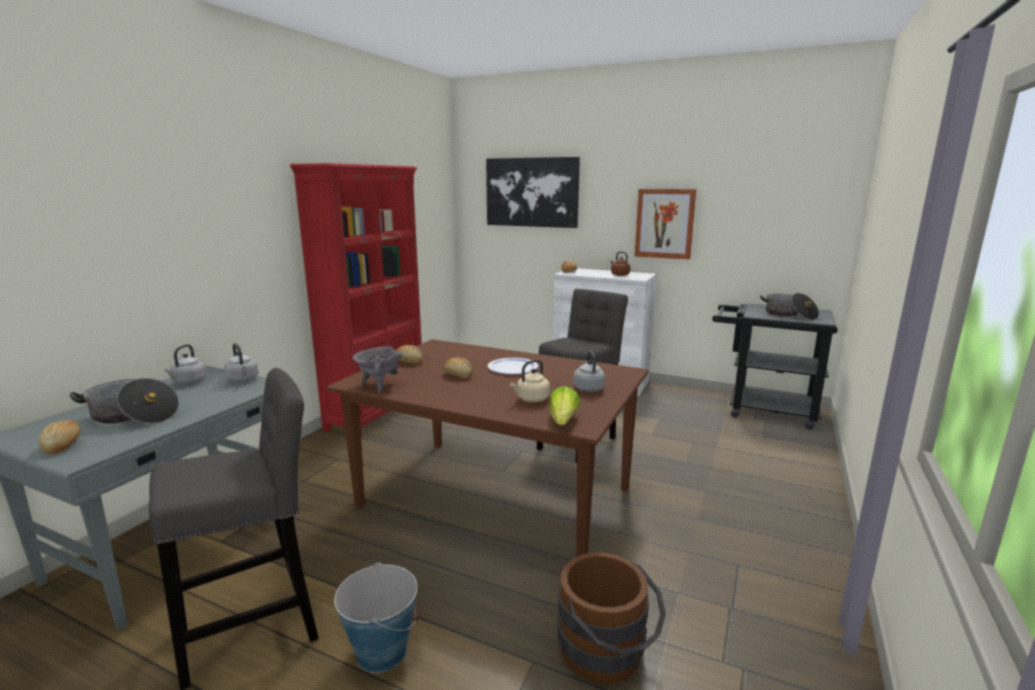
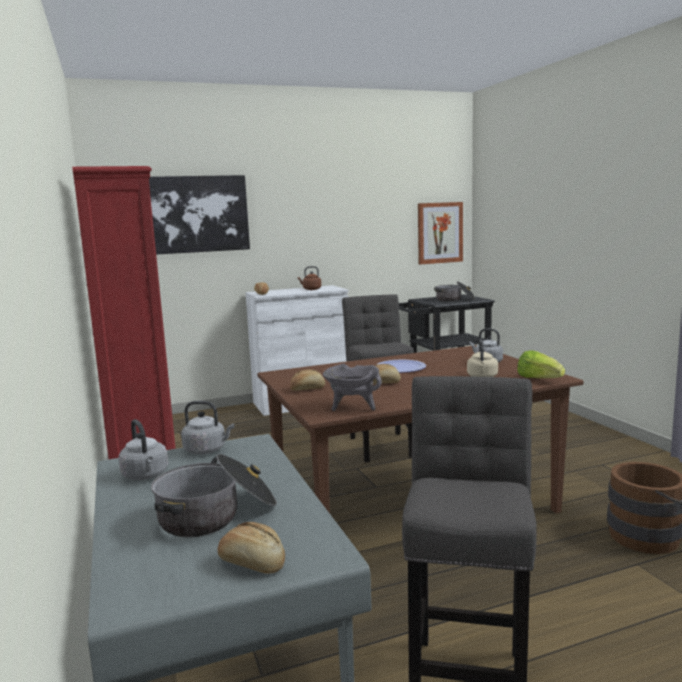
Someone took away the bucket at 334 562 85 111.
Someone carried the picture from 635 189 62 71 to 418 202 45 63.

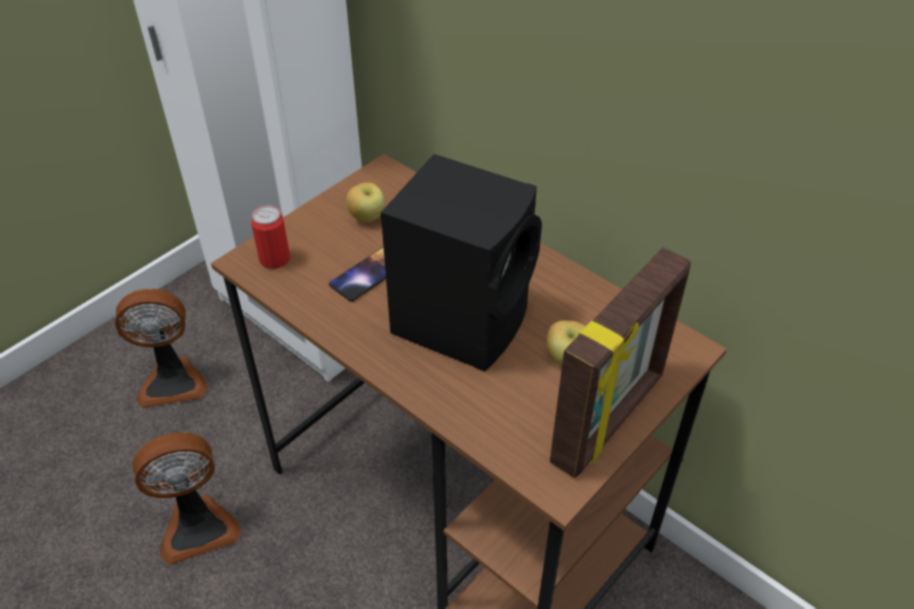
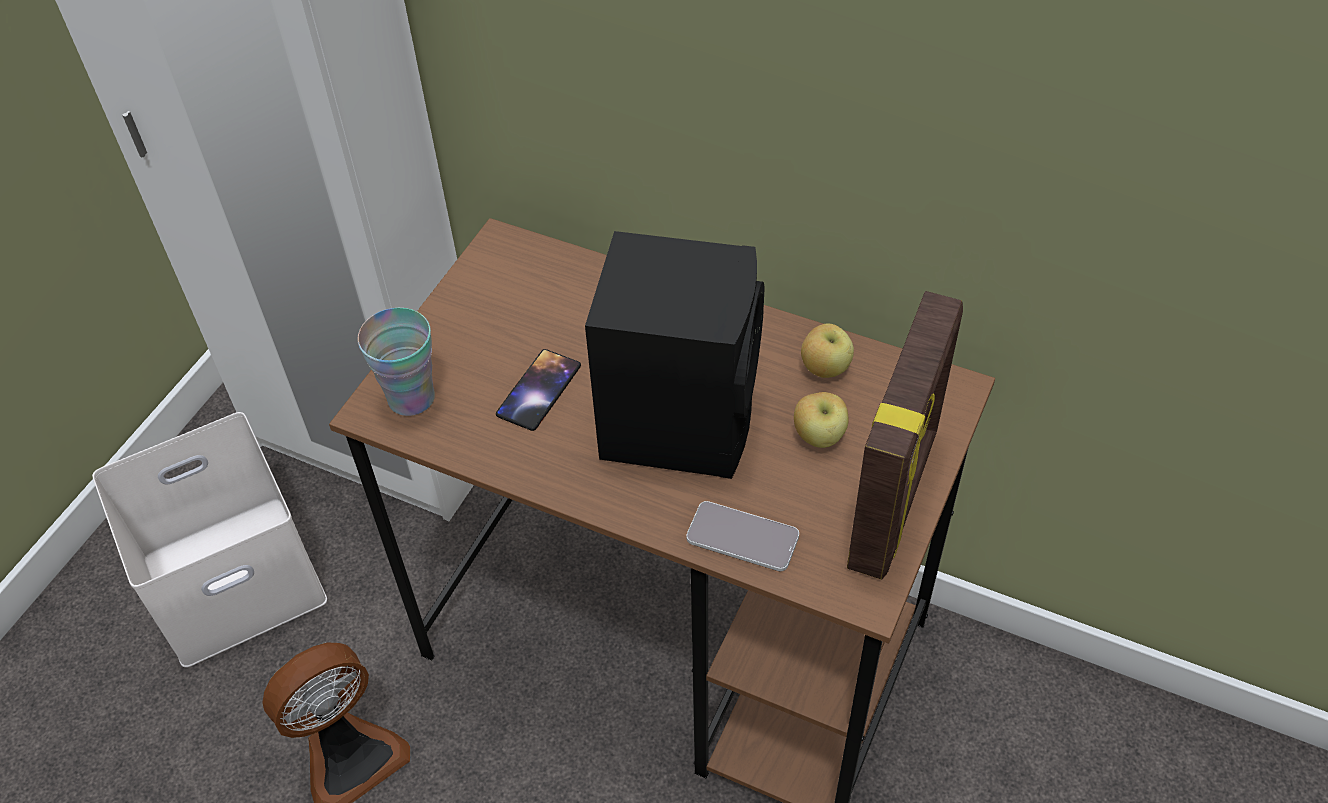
Someone swapped the fan at 115 289 93 119 for the white storage box at 92 412 235 256.
Someone swapped the can at 251 205 39 64 for the cup at 358 308 77 108.
Someone carried the apple from 346 183 39 39 to 801 323 53 55.
Someone put down the phone at 687 501 112 70.

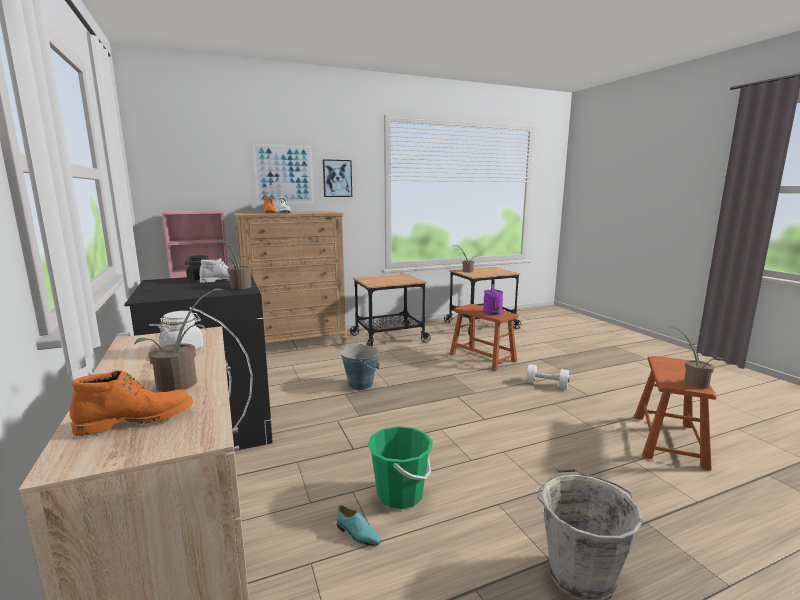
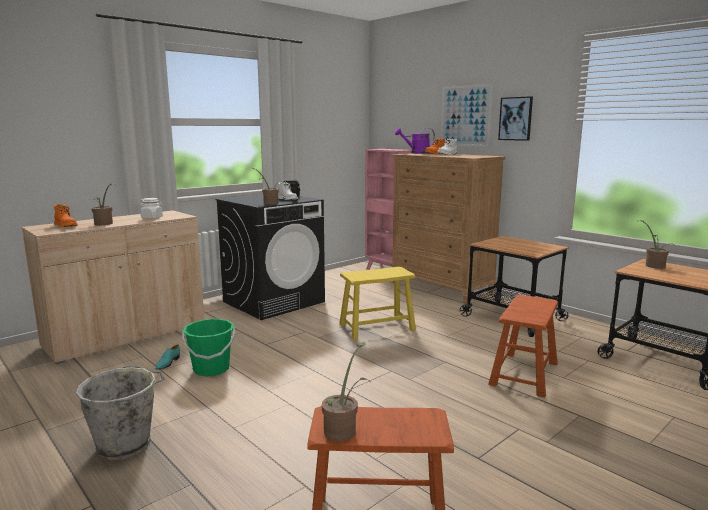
Someone swapped the bucket at 341 344 38 46 for the yellow stool at 339 267 77 73.
Someone carried the purple watering can from 483 284 20 31 to 395 128 40 26.
Someone took away the white dumbbell at 527 364 43 25.

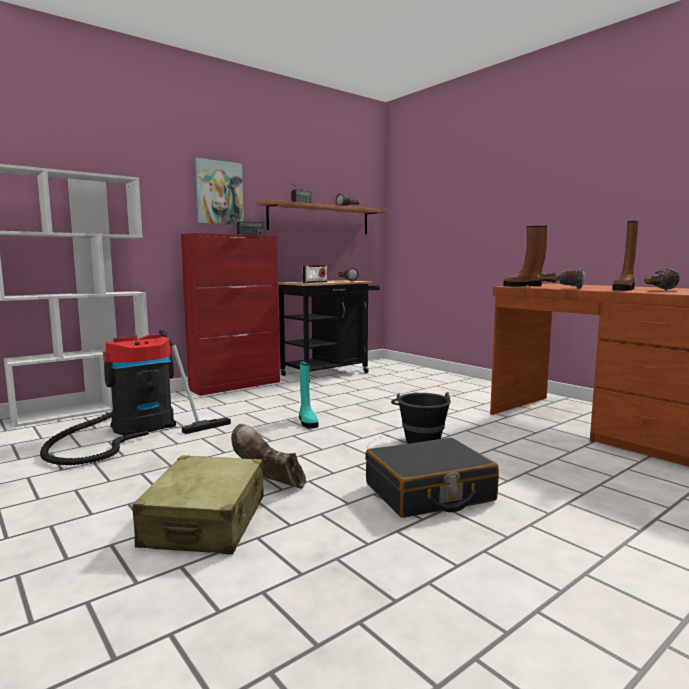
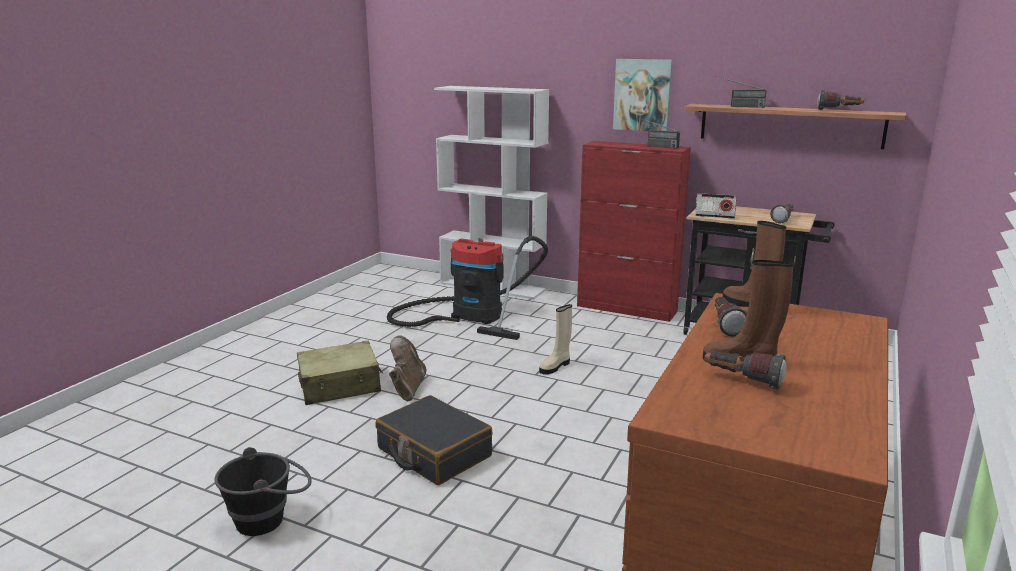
Someone repainted the turquoise boot at 299 360 19 69, which became the beige boot at 539 304 33 71.
Someone carried the black bucket from 391 392 60 52 to 214 447 98 89.

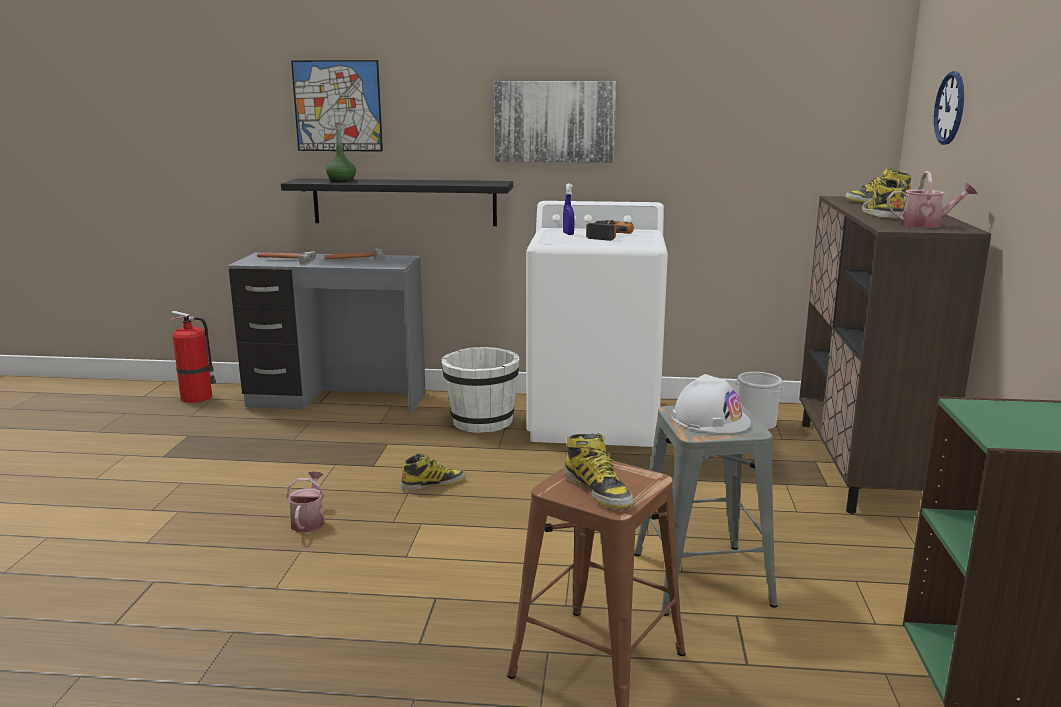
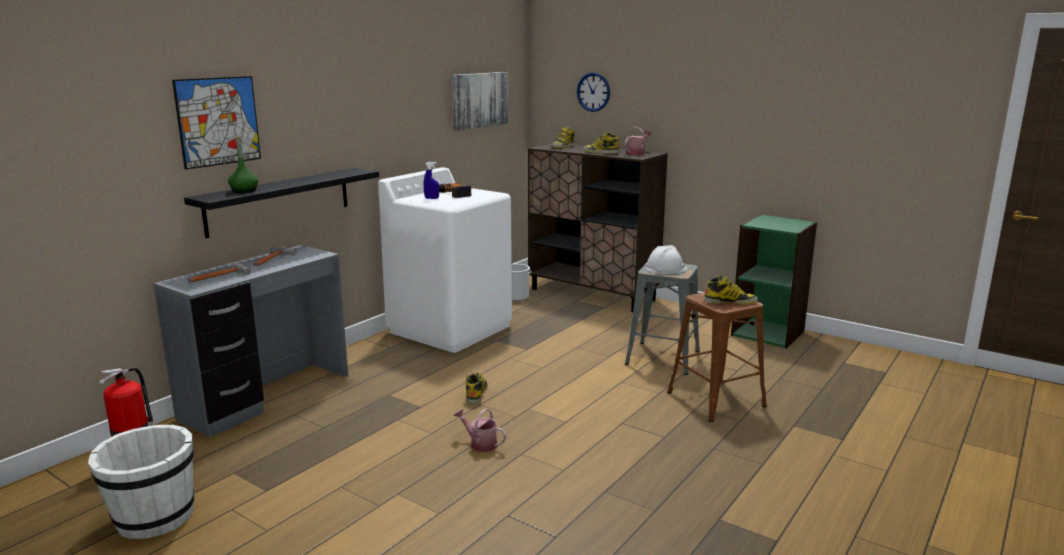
Someone carried the white bucket from 441 347 79 86 to 88 424 106 115.
Someone carried the picture from 494 81 122 81 to 452 72 56 59.

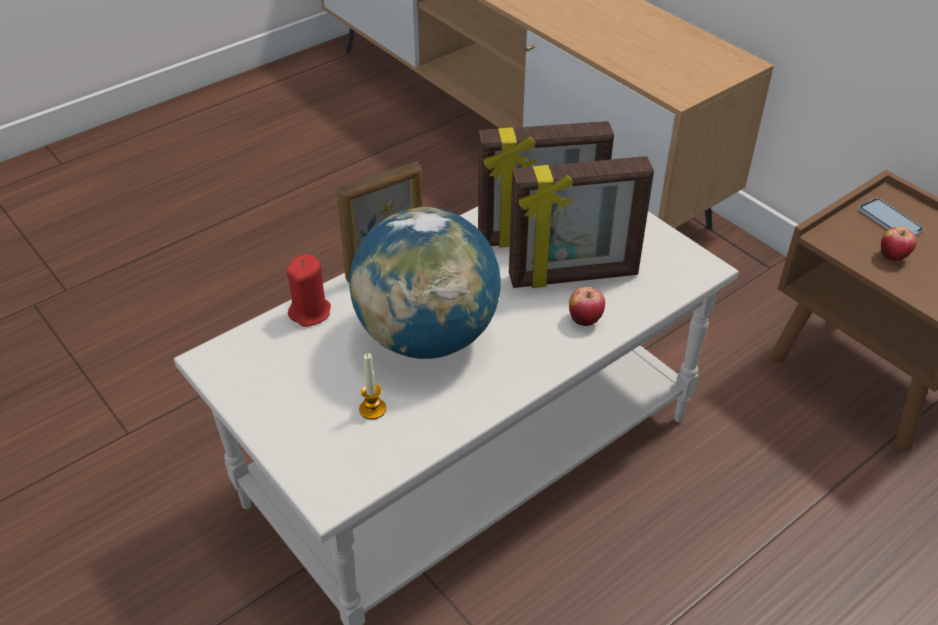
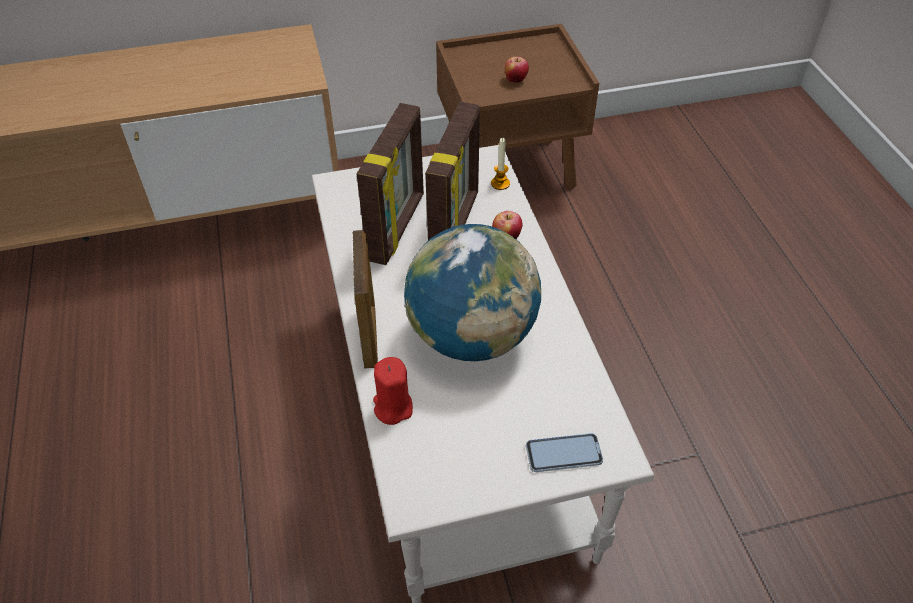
Someone carried the candle from 359 353 27 67 to 491 138 19 52.
Someone carried the phone from 858 198 66 38 to 526 433 77 39.

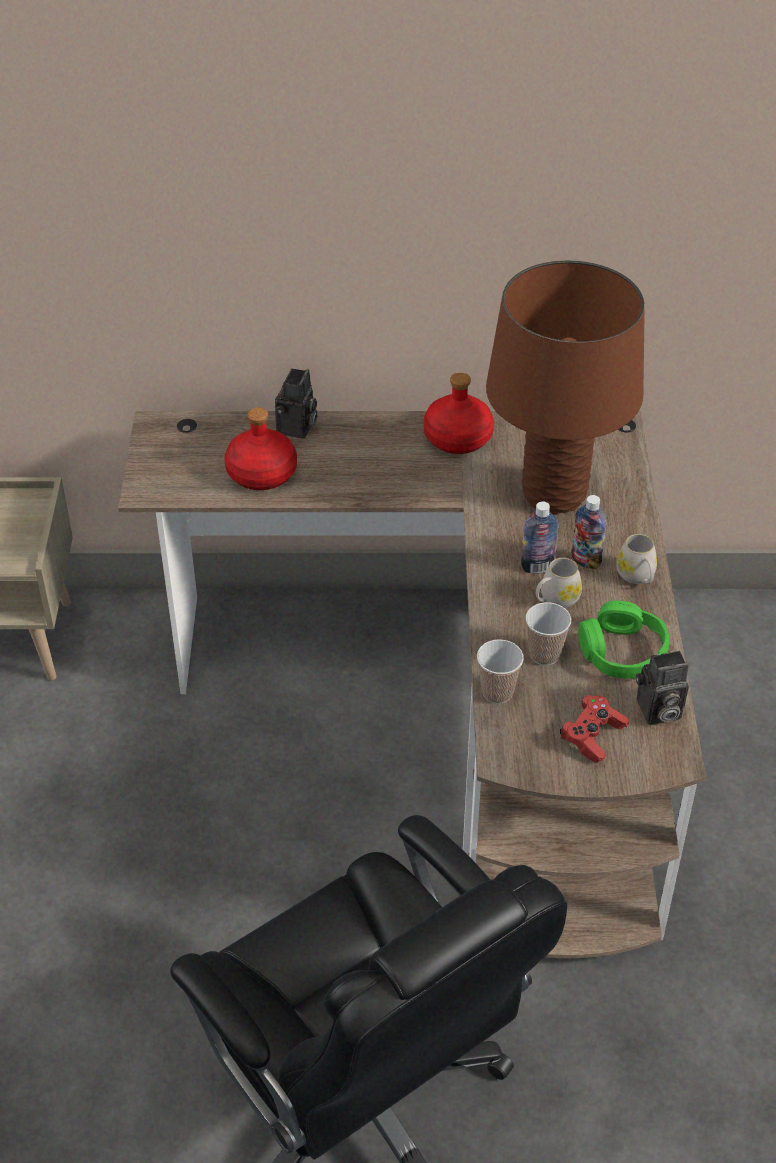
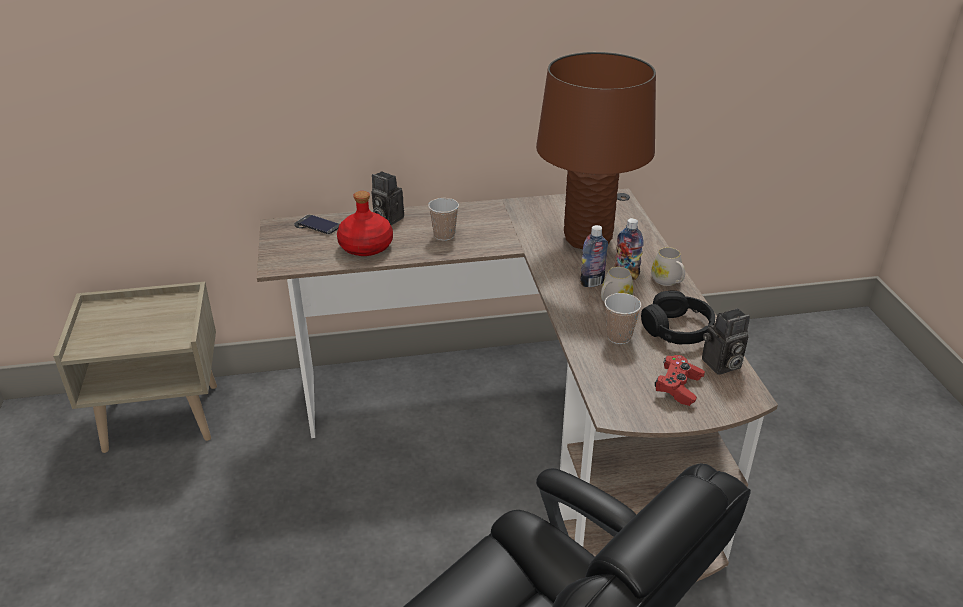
Someone rotated the photo camera at 275 368 42 71 by 120 degrees clockwise.
Someone took away the red bottle at 423 373 71 81.
Someone carried the cup from 477 639 47 65 to 428 198 31 43.
Someone repainted the green headphones at 578 601 91 78, which became the black headphones at 641 291 74 54.
Someone put down the phone at 297 214 43 20.

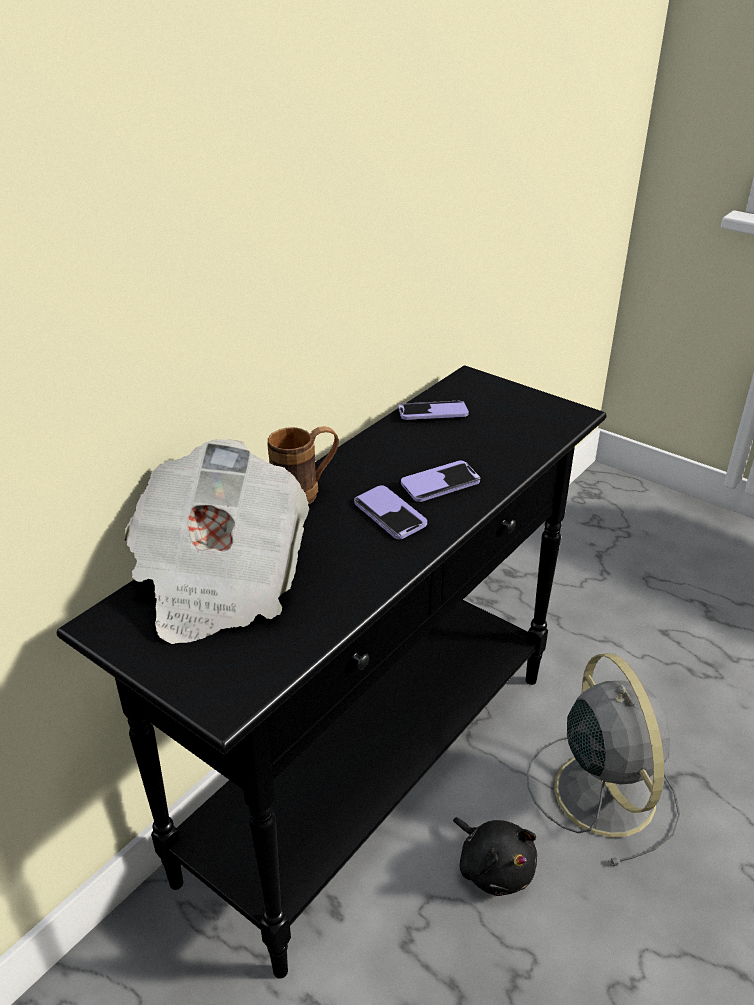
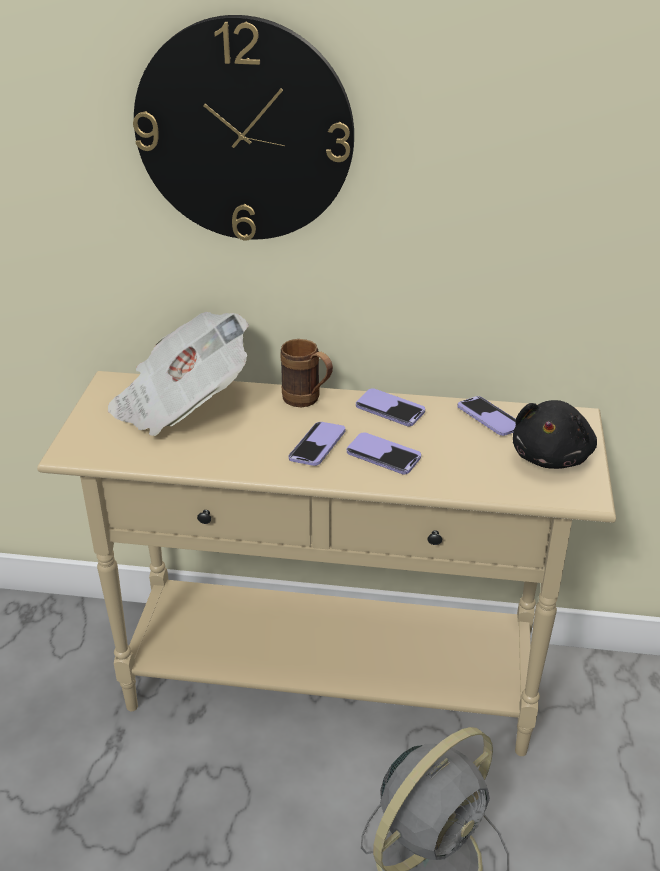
Someone repainted the black console table at 57 365 550 614, which became the beige console table at 37 371 579 385.
Someone carried the black plush toy from 453 817 84 79 to 513 400 84 69.
Someone put up the wall clock at 133 15 221 226.
Someone put down the phone at 356 388 69 38.

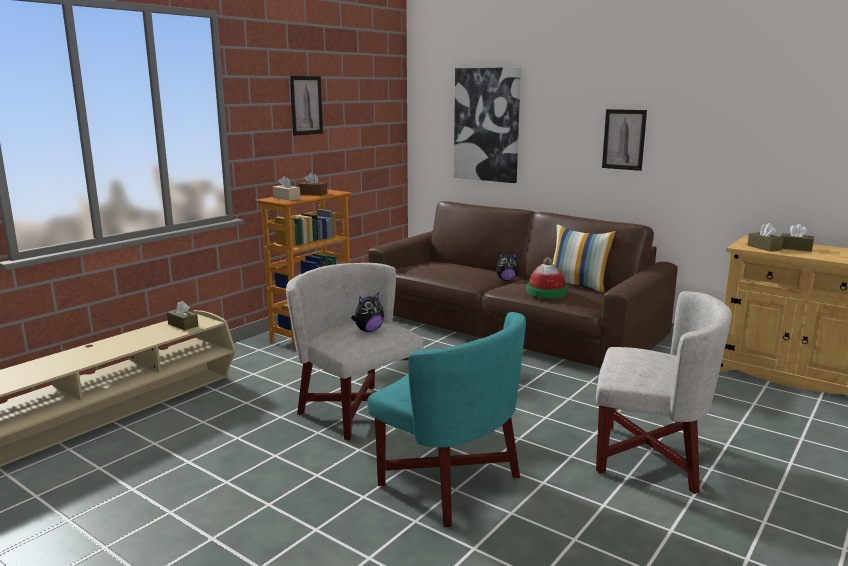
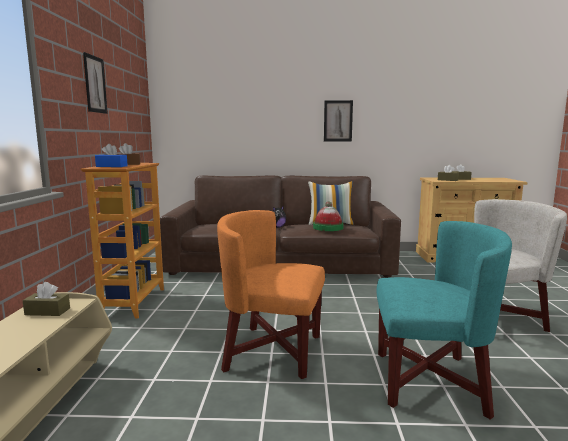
Someone repainted the beige tissue box at 273 176 27 25, which became the blue tissue box at 95 144 33 23.
Someone repainted the white armchair at 286 263 138 177, which became the orange armchair at 217 210 108 169.
Someone took away the plush toy at 351 292 33 40.
Someone took away the picture at 454 67 67 116.

